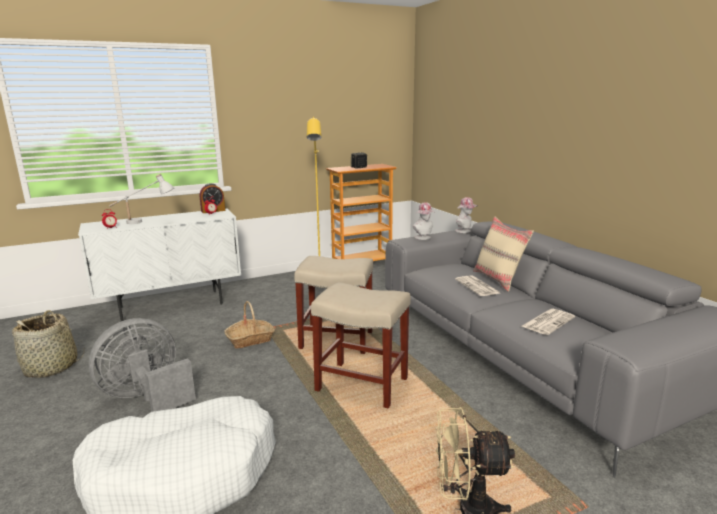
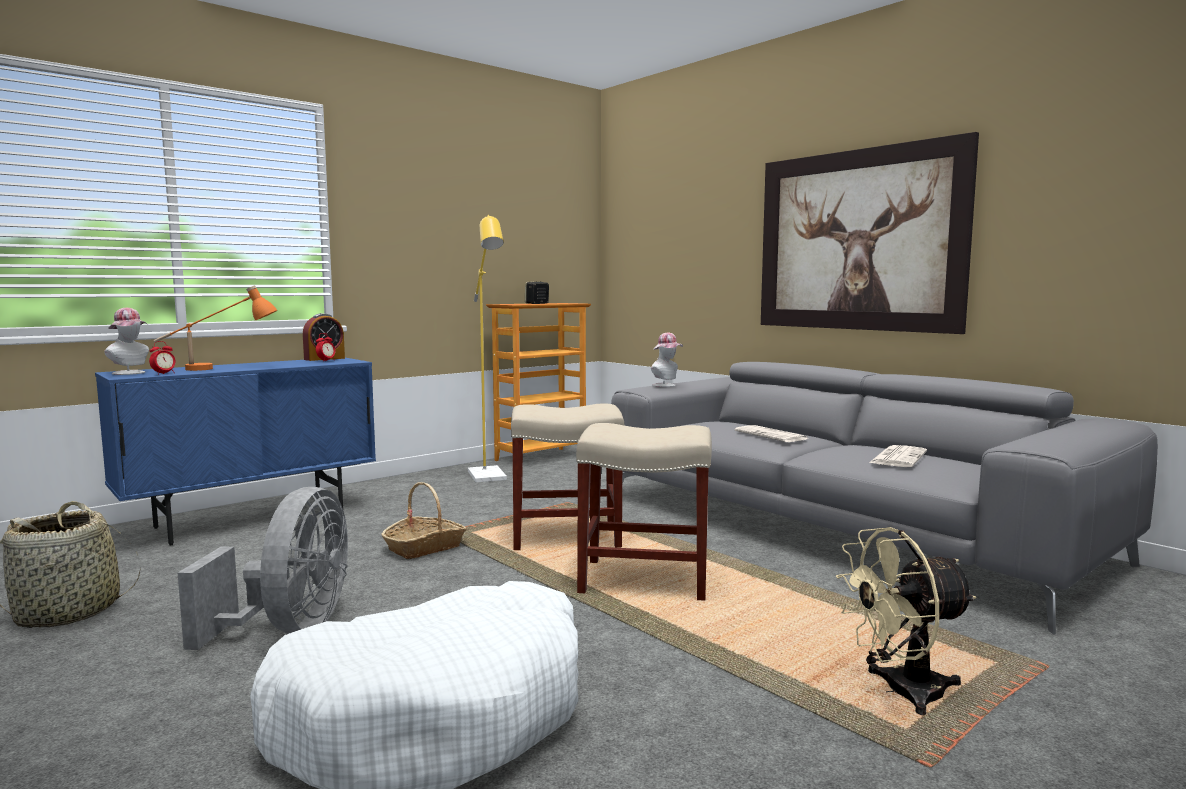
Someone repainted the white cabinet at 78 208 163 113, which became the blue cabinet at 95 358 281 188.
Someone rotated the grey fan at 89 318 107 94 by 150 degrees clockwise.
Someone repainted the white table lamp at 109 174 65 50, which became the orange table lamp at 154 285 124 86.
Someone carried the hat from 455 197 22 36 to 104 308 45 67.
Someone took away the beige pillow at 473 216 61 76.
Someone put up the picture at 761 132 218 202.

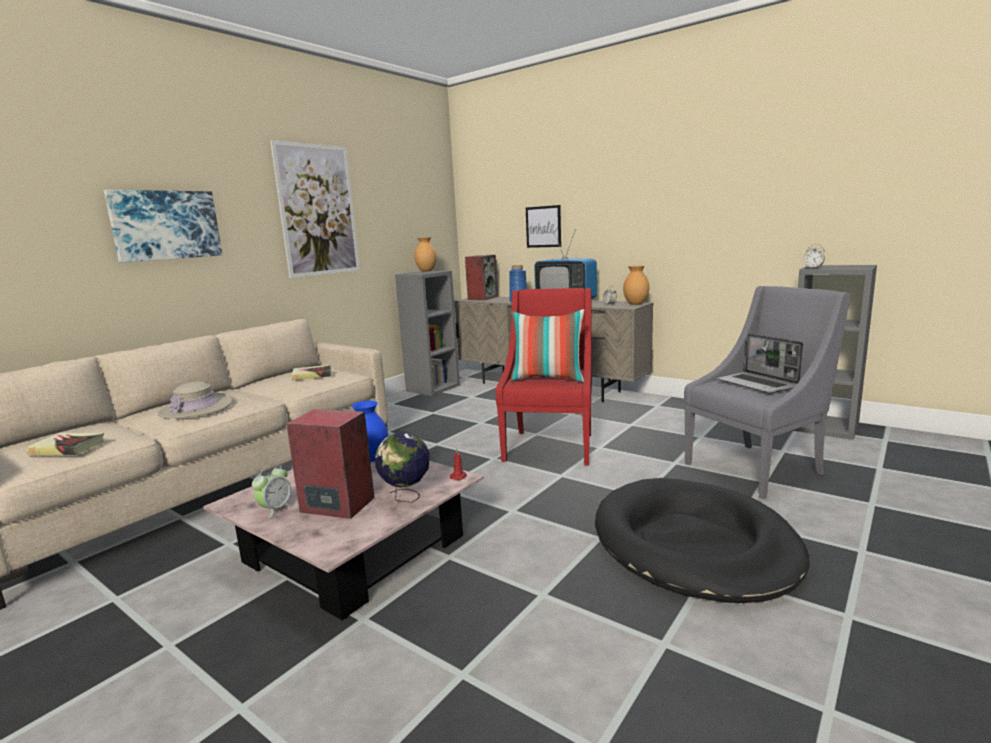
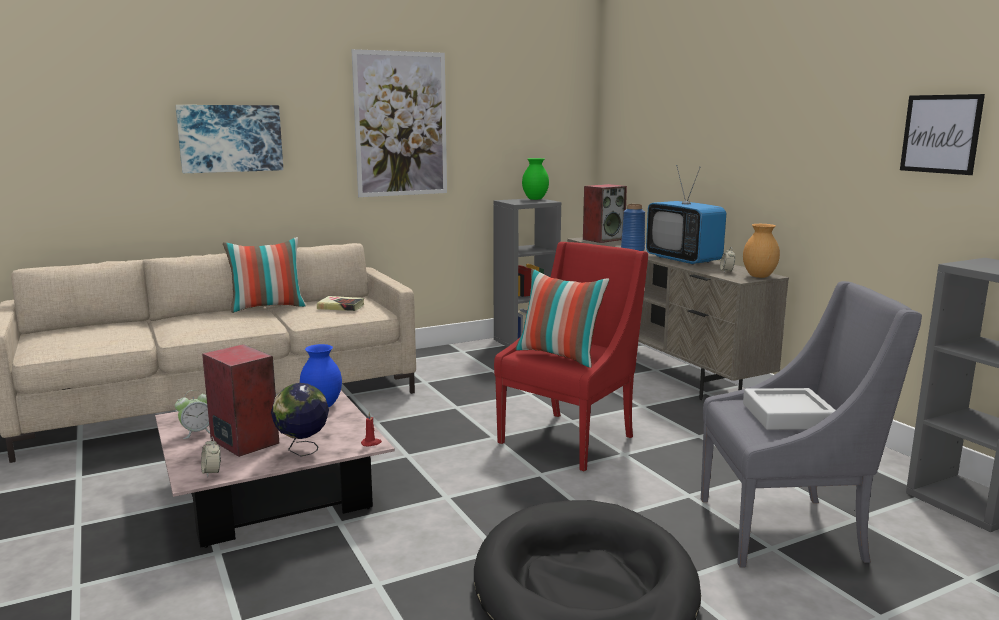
Someone took away the book at 26 433 79 22.
Someone took away the beige hat at 158 381 75 38.
Someone repainted the brown vase at 414 237 23 34, which became the green vase at 522 158 27 42.
Someone carried the picture from 526 205 35 43 to 900 94 85 81.
Someone swapped the laptop at 717 333 86 61 for the grey tray at 743 388 93 42.
Someone carried the alarm clock from 804 244 21 24 to 201 437 20 41.
Someone put down the pillow at 223 237 83 76.

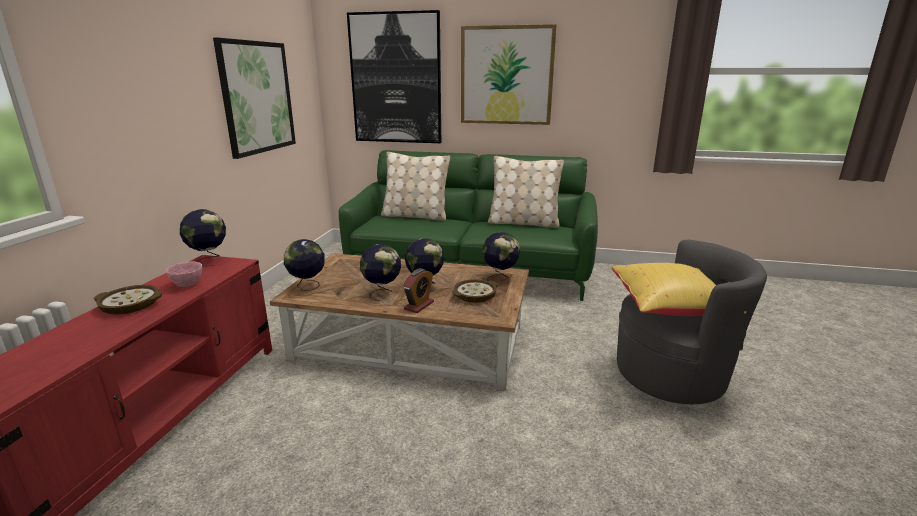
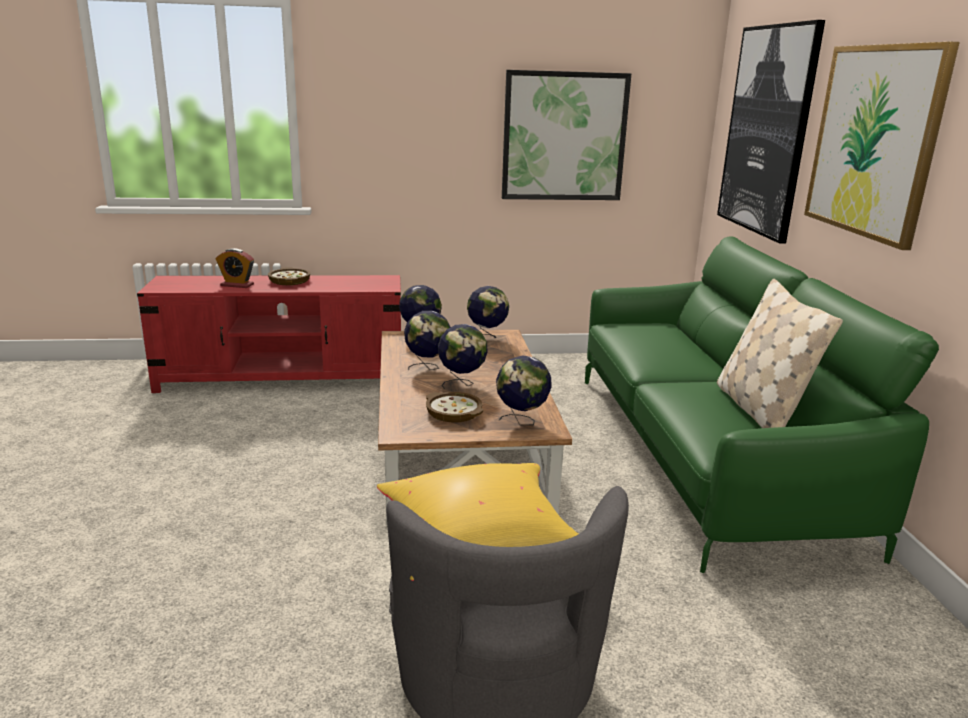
Someone took away the pink bowl at 166 261 36 26.
Someone carried the globe from 180 209 46 58 to 467 286 42 52.
Someone took away the beige pillow at 381 152 69 69.
Someone carried the alarm clock from 403 268 31 45 to 216 248 38 40.

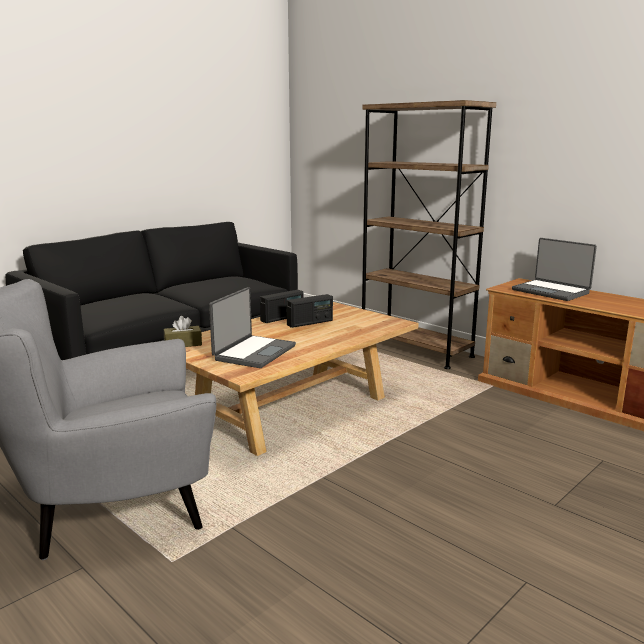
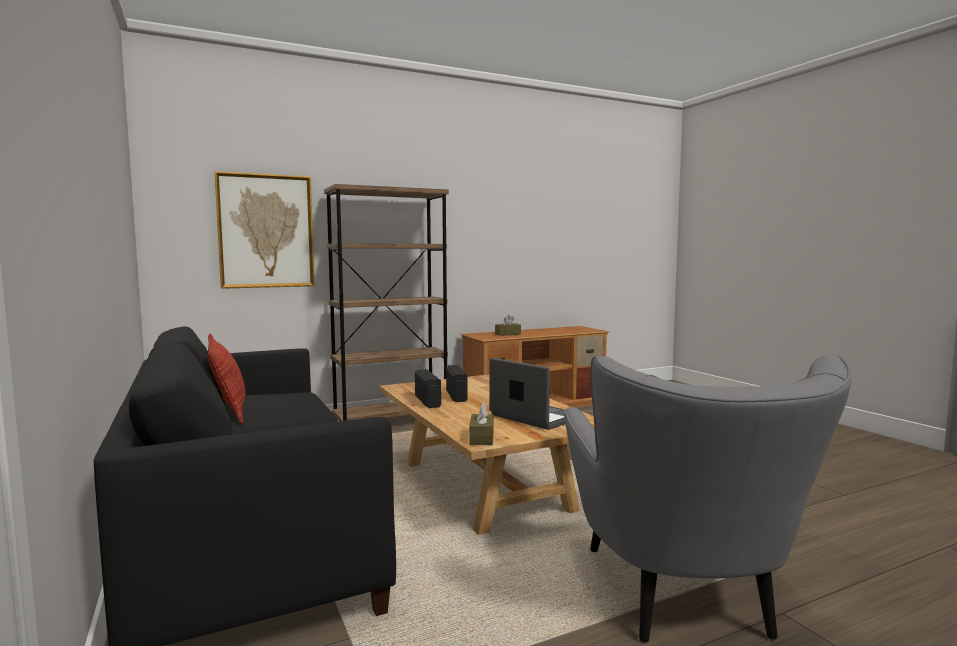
Someone swapped the laptop at 512 238 85 63 for the brown tissue box at 495 315 26 21.
Someone put down the pillow at 207 334 39 90.
Someone put up the picture at 214 171 101 118.

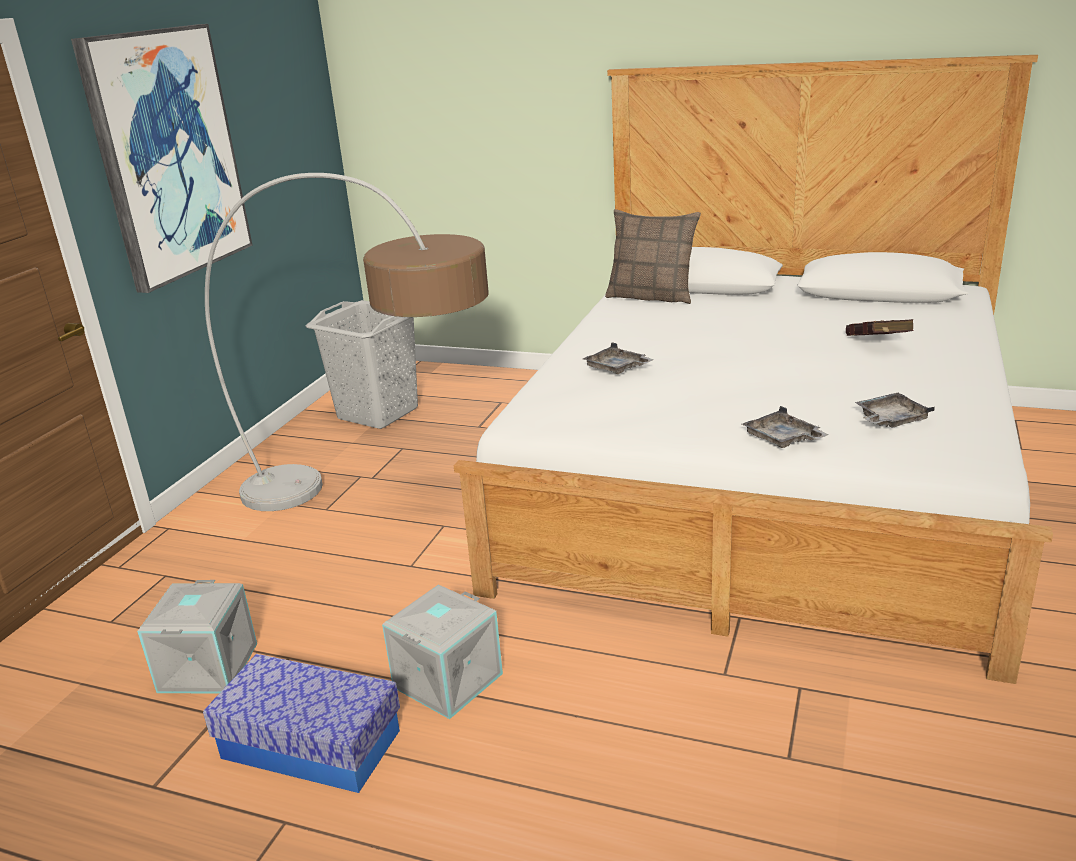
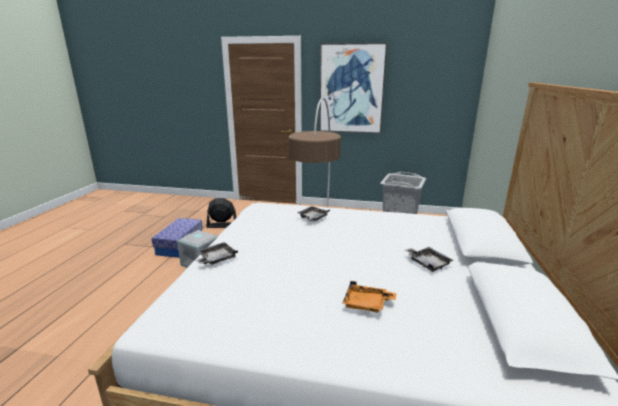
Someone swapped the grey storage box at 137 580 120 114 for the black fan at 206 198 30 30.
Someone took away the pillow at 605 209 96 95.
Someone swapped the red book at 846 319 68 17 for the orange tray at 342 281 55 32.
Someone carried the grey tray from 855 393 80 35 to 405 247 49 25.

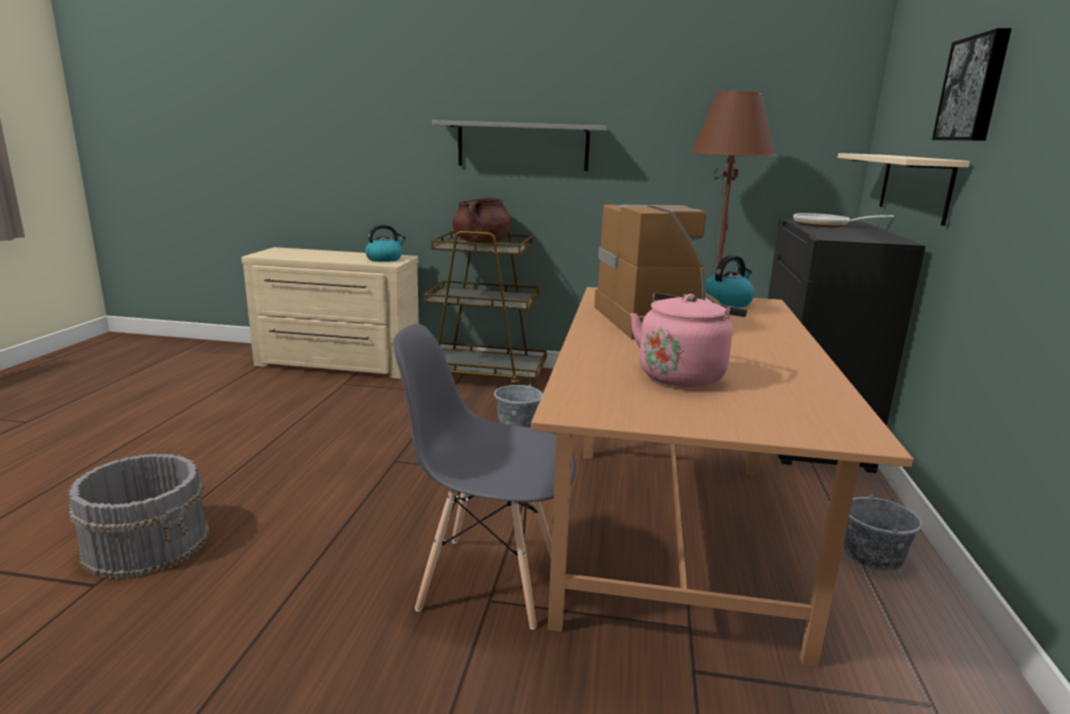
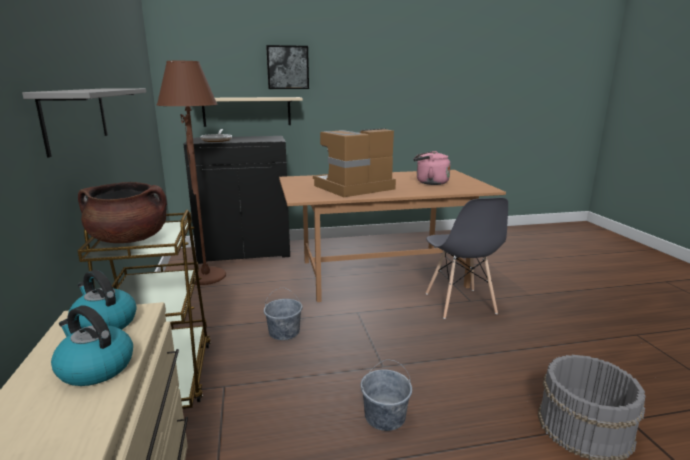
Someone carried the kettle from 706 255 49 53 to 51 305 82 81.
Someone carried the grey bucket from 844 479 78 92 to 360 359 52 72.

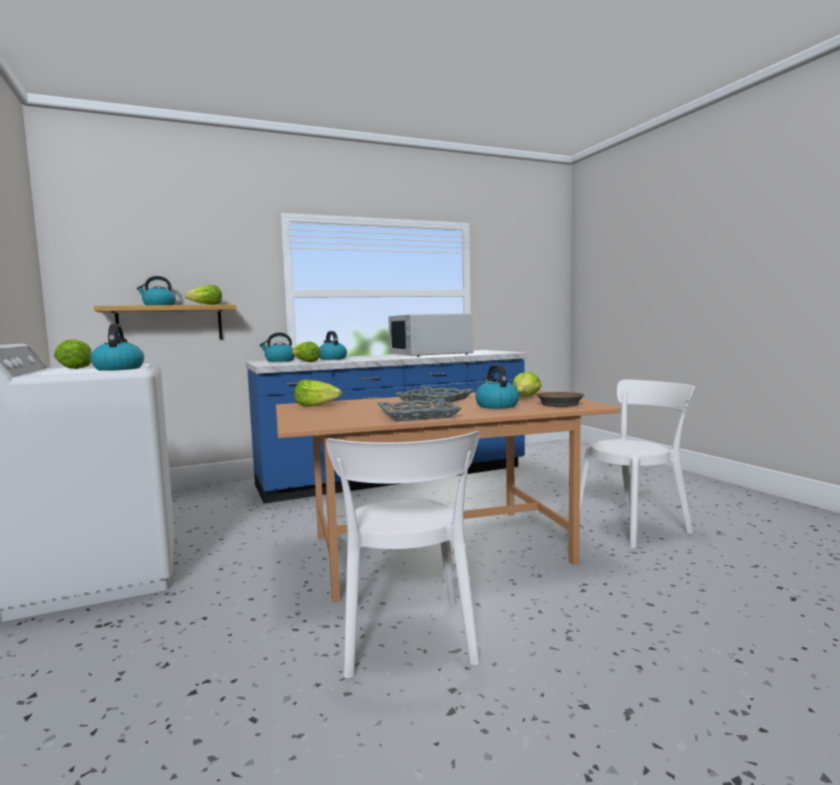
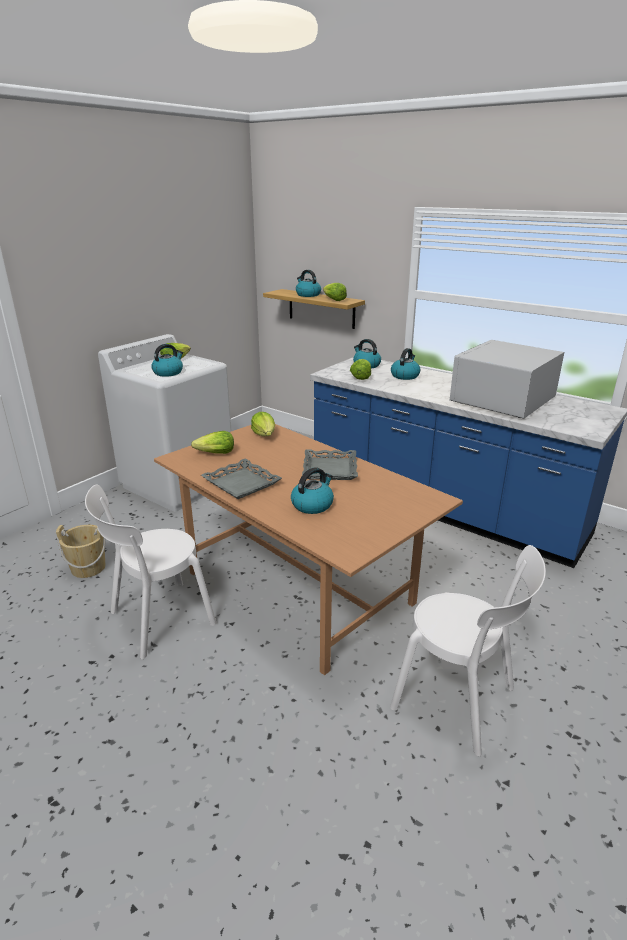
Someone carried the lettuce from 513 371 29 26 to 191 431 43 23.
Someone took away the brown frying pan at 536 392 48 15.
Someone put down the beige bucket at 56 525 50 53.

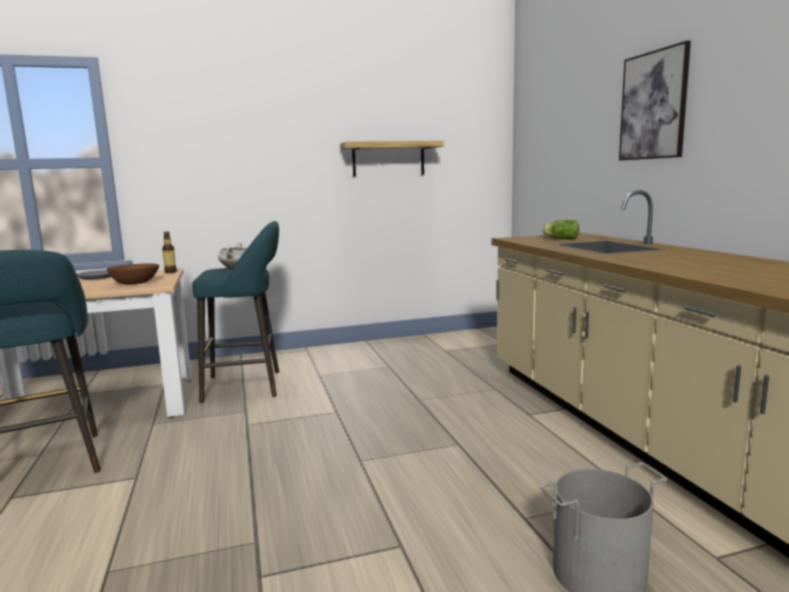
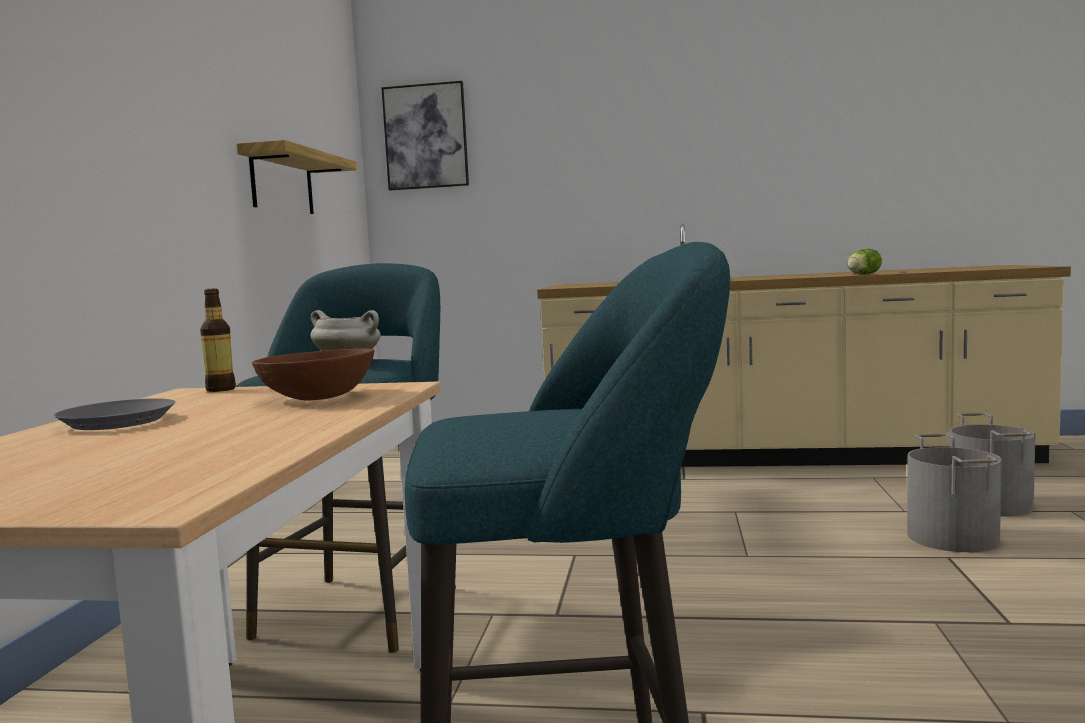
Someone carried the lettuce from 543 220 36 19 to 847 249 35 25.
Someone carried the picture from 619 41 72 120 to 381 81 88 109.
Someone put down the grey bucket at 907 434 95 118.

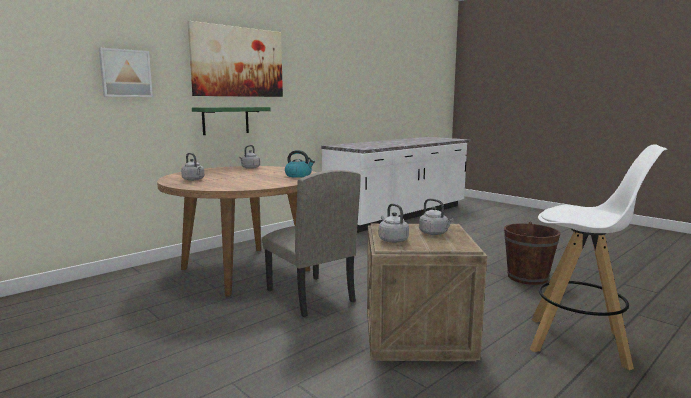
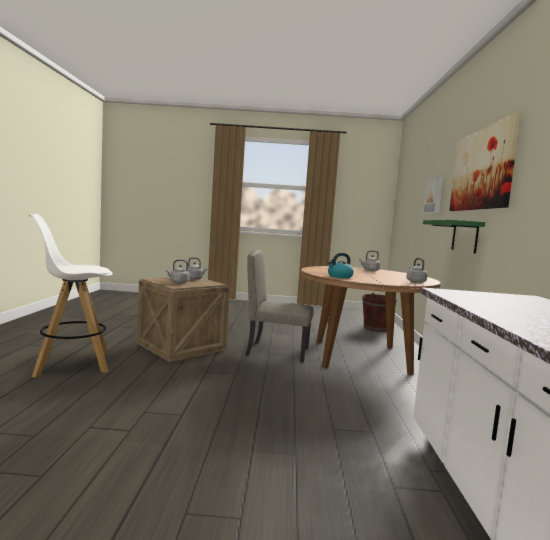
Someone carried the brown bucket from 504 221 56 64 to 362 293 35 39.

